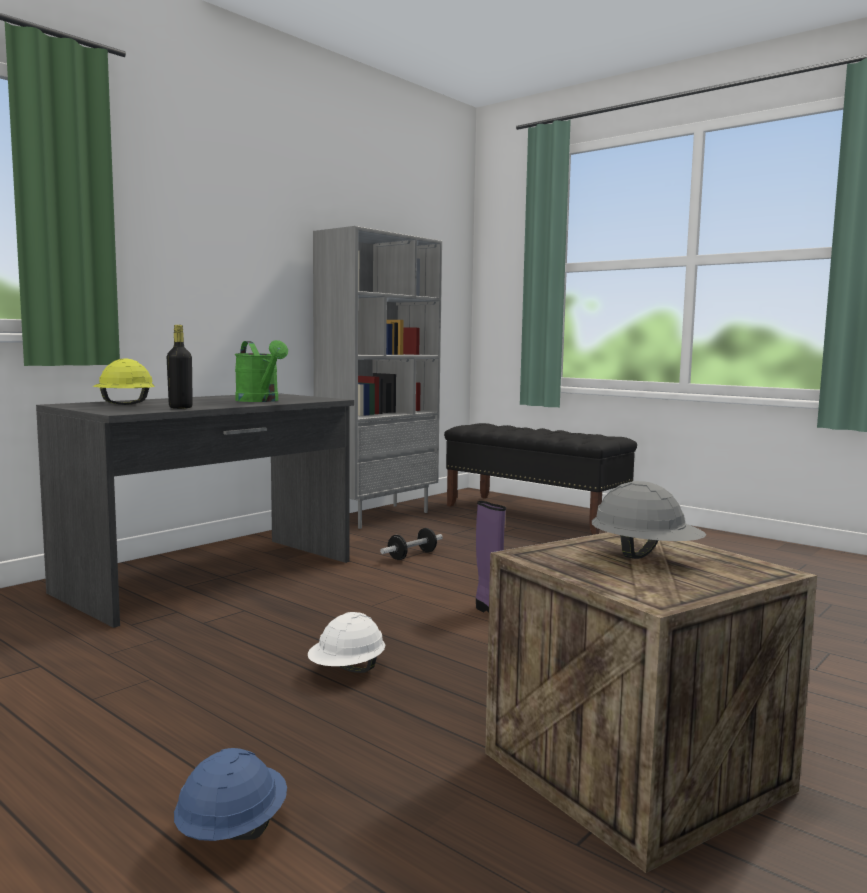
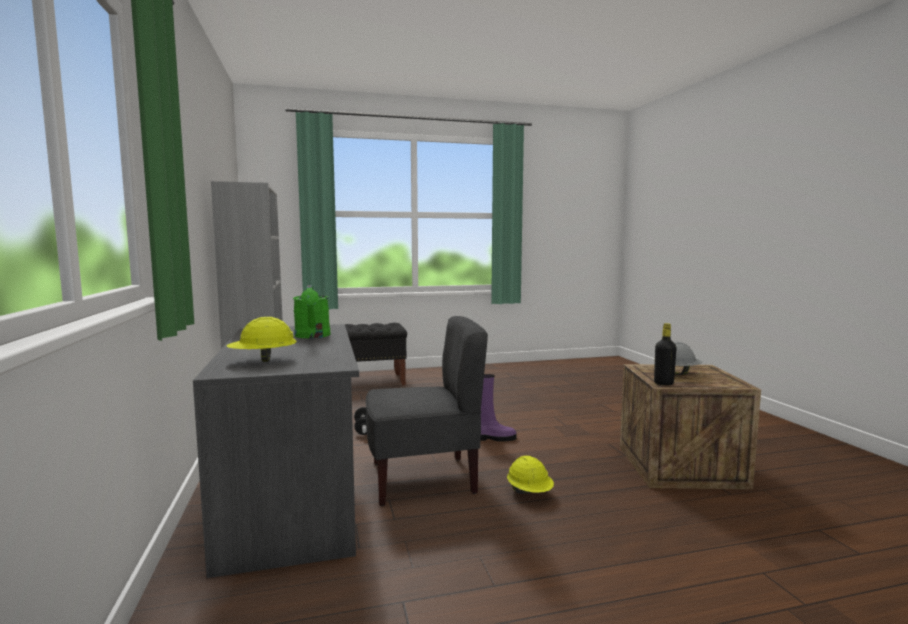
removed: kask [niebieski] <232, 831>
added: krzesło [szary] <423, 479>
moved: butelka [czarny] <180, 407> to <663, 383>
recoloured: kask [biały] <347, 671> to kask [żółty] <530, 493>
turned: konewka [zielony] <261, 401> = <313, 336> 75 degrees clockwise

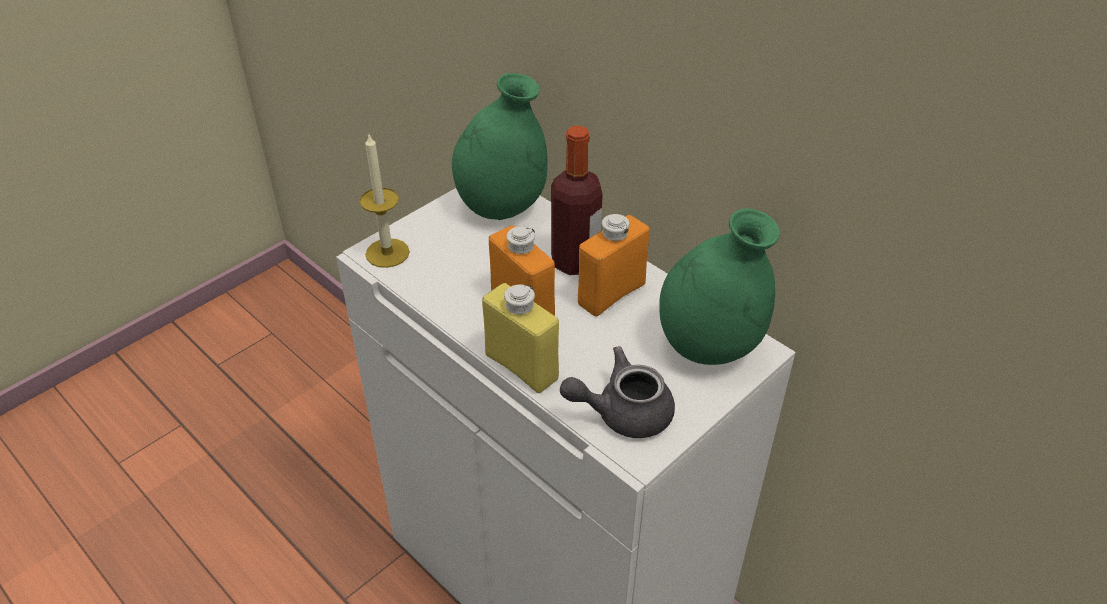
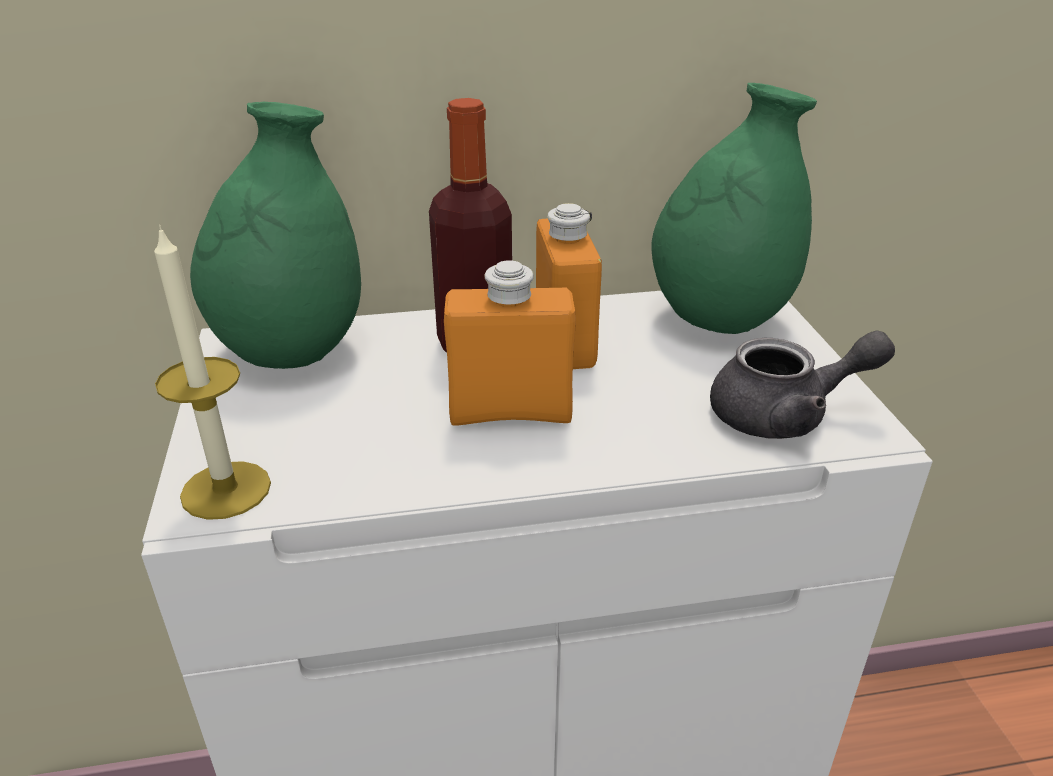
removed: butelka [żółty] <521, 366>
turned: imbryk [szary] <622, 413> = <785, 415> 120 degrees counterclockwise

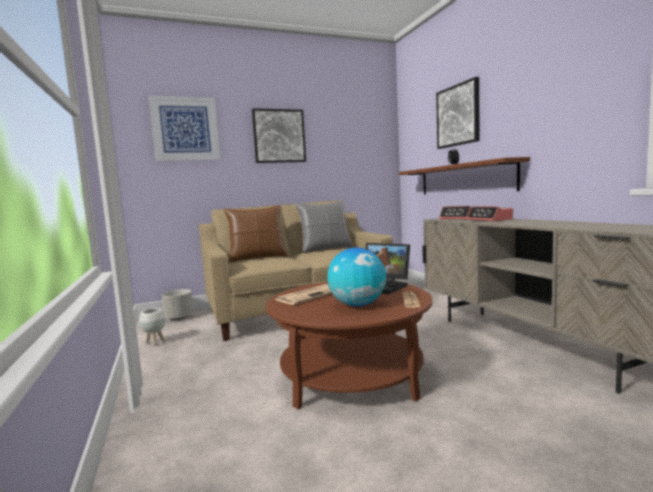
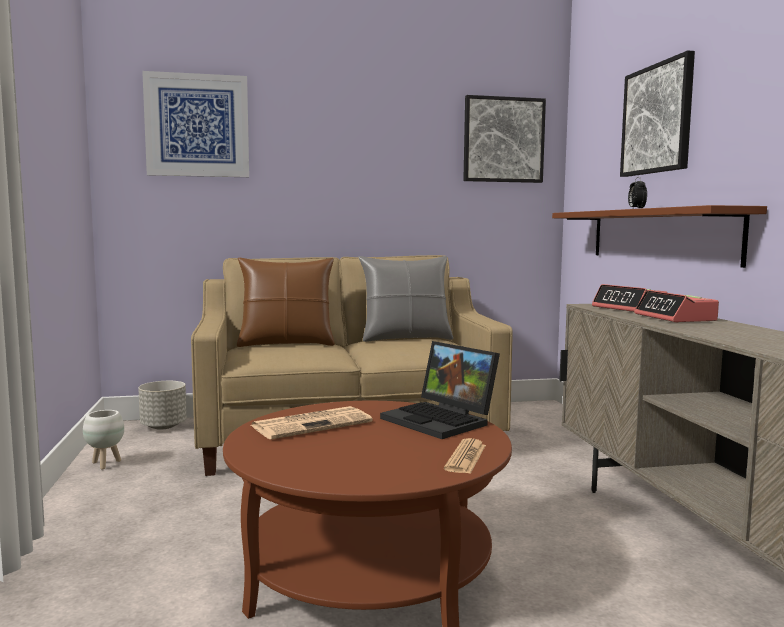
removed: globus <357, 305>
moved: obraz <279, 136> to <503, 140>

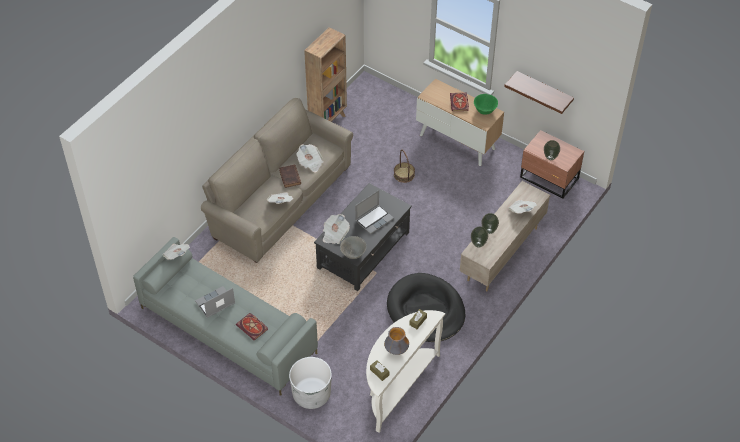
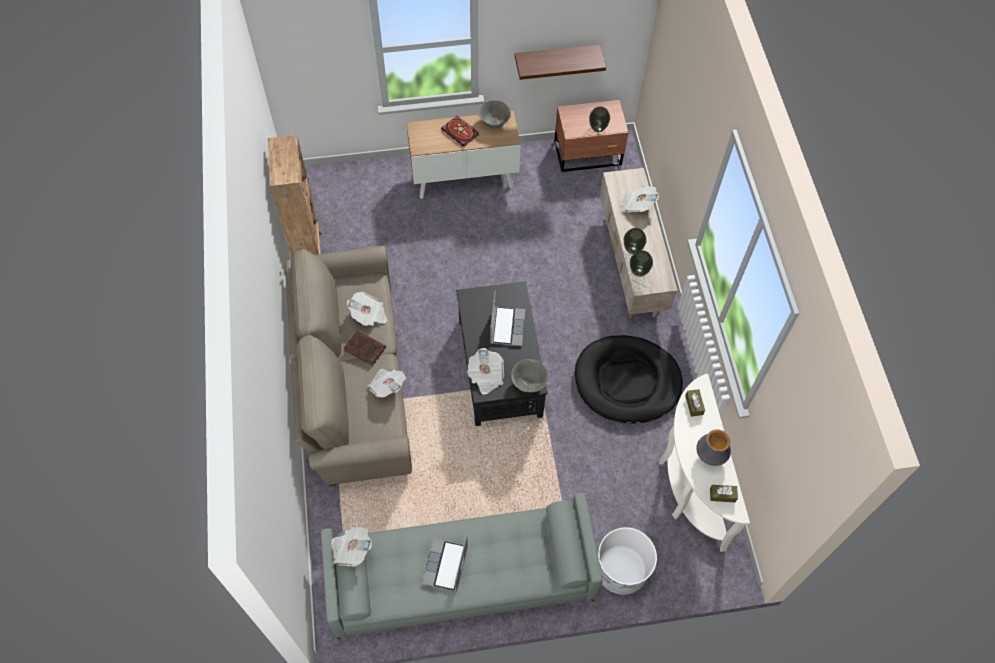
removed: książka <253, 327>; koszyk <404, 174>
recoloured: miska [zielony] <484, 110> to miska [szary] <494, 122>

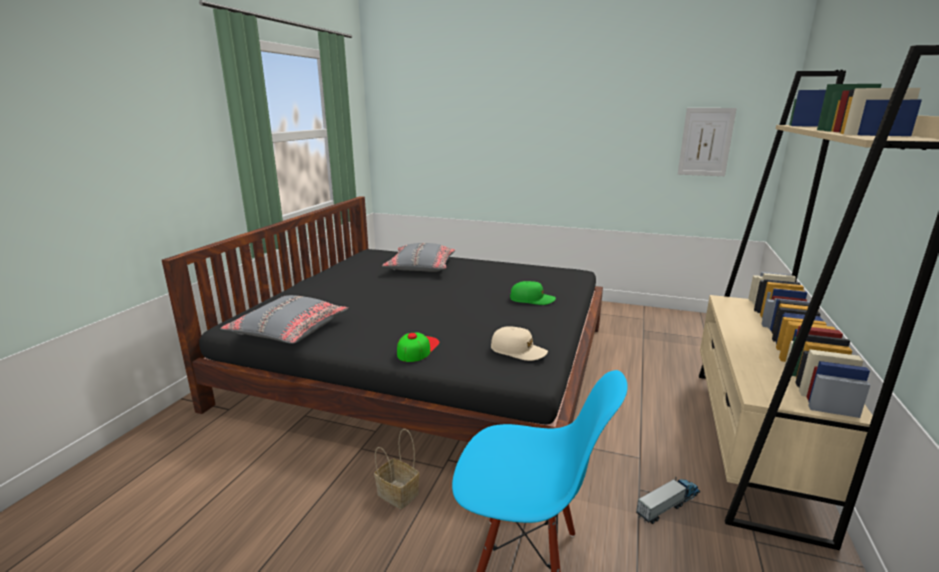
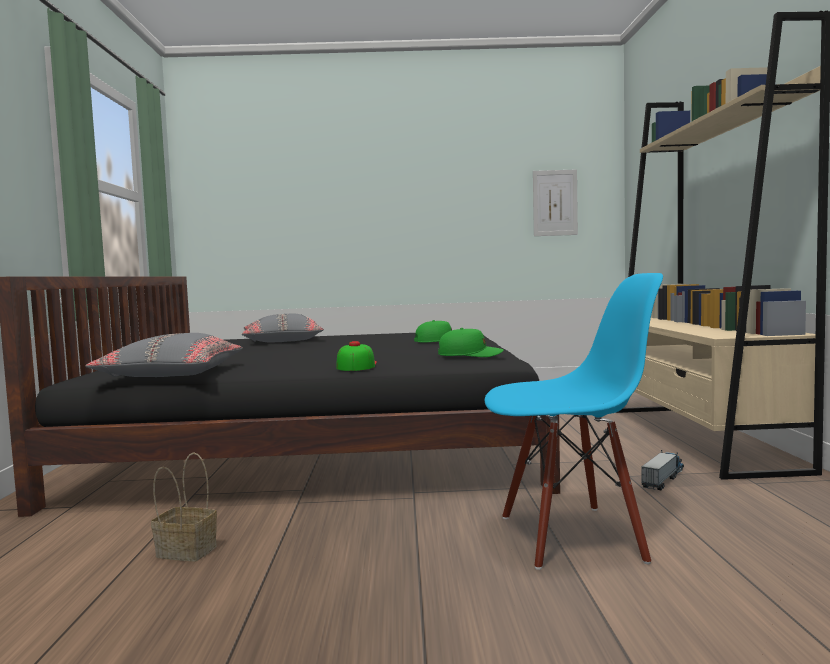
moved: koszyk <396, 494> to <184, 552>
recoloured: czapka z daszkiem [beżowy] <518, 351> to czapka z daszkiem [zielony] <470, 355>

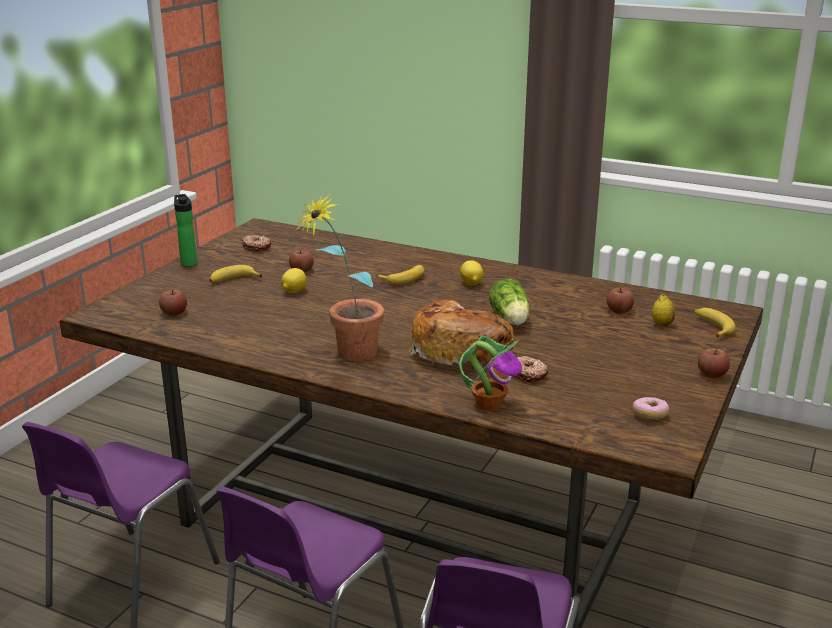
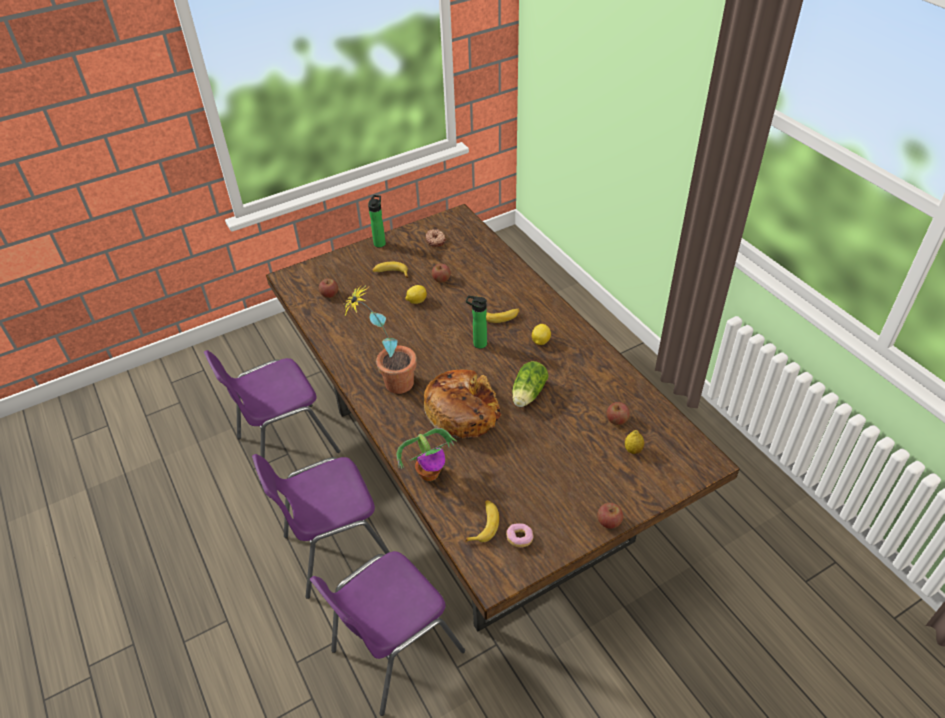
removed: donut <528, 374>
added: butelka <477, 343>
moved: banan <712, 327> to <484, 524>

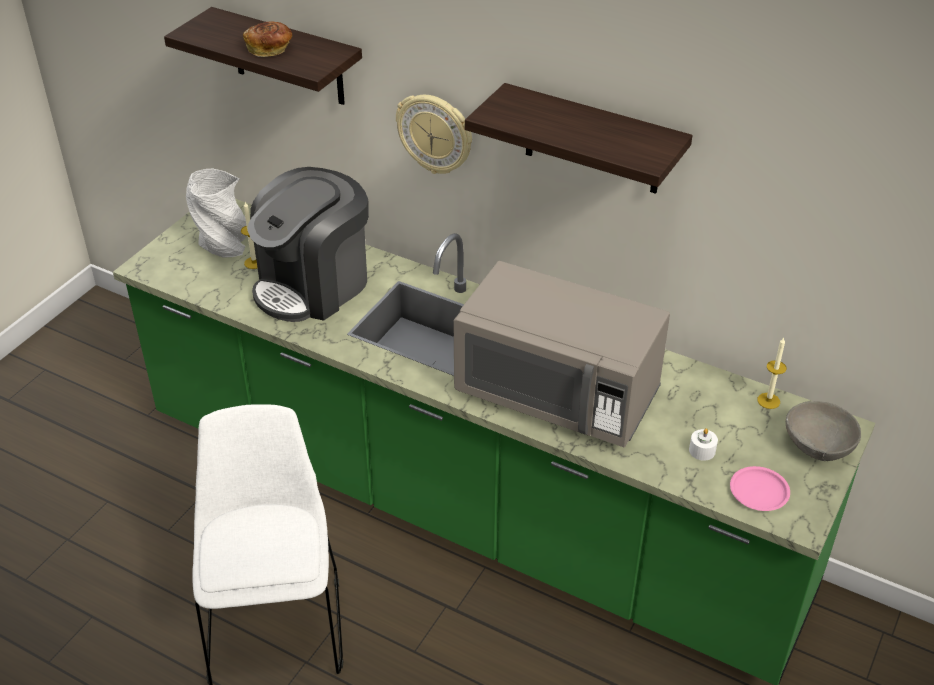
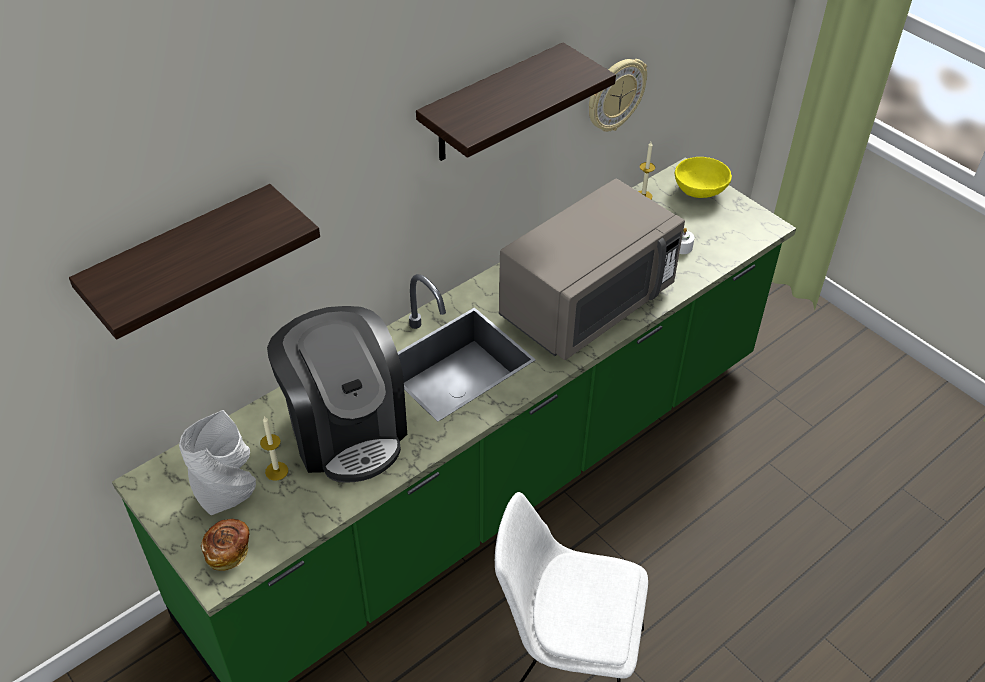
removed: talerz [różowy] <758, 491>
moved: chleb <270, 49> to <228, 551>; zegar ścienny <435, 133> to <615, 95>
recoloured: miska [szary] <818, 448> to miska [żółty] <700, 191>

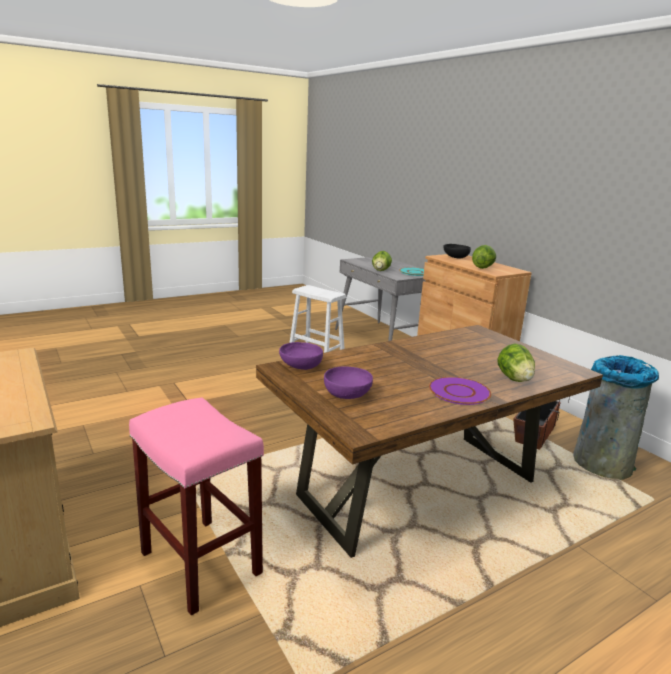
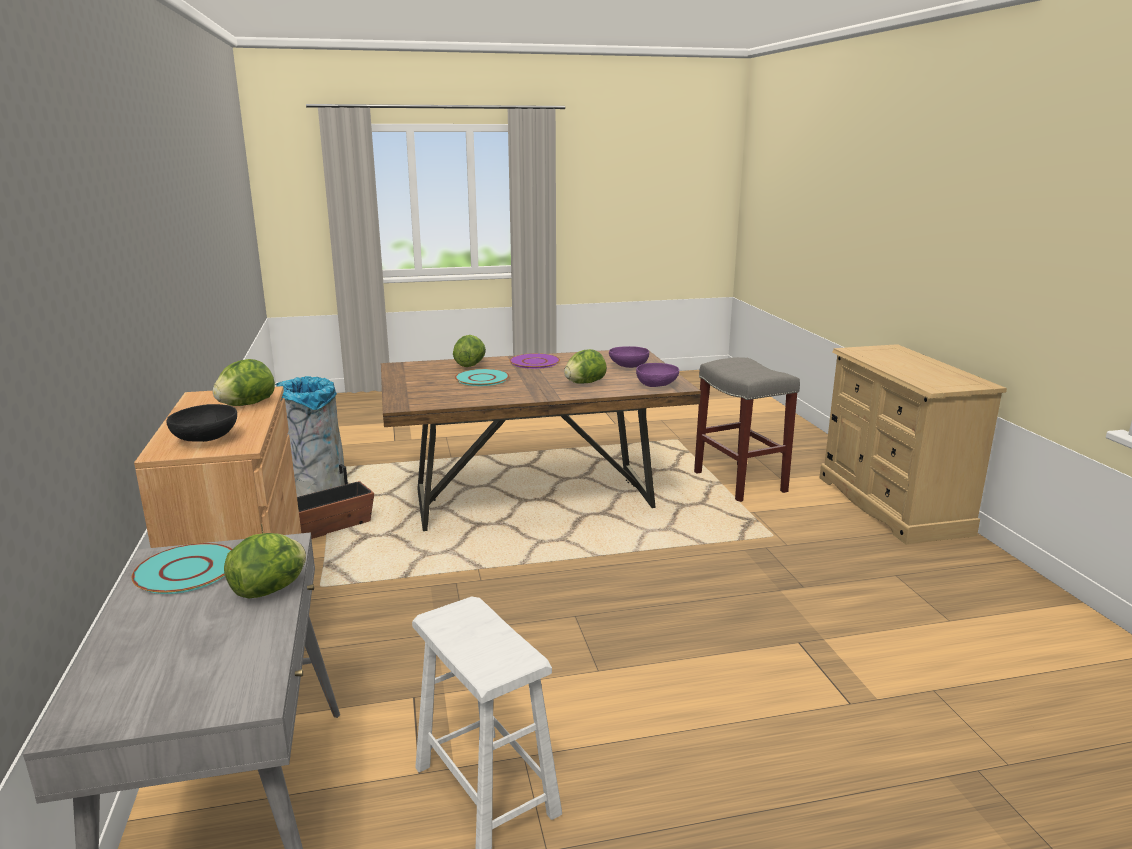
added: talerz [turkusowy] <481, 378>; sałata <584, 383>
recoloured: stołek [różowy] <199, 562> to stołek [szary] <741, 482>

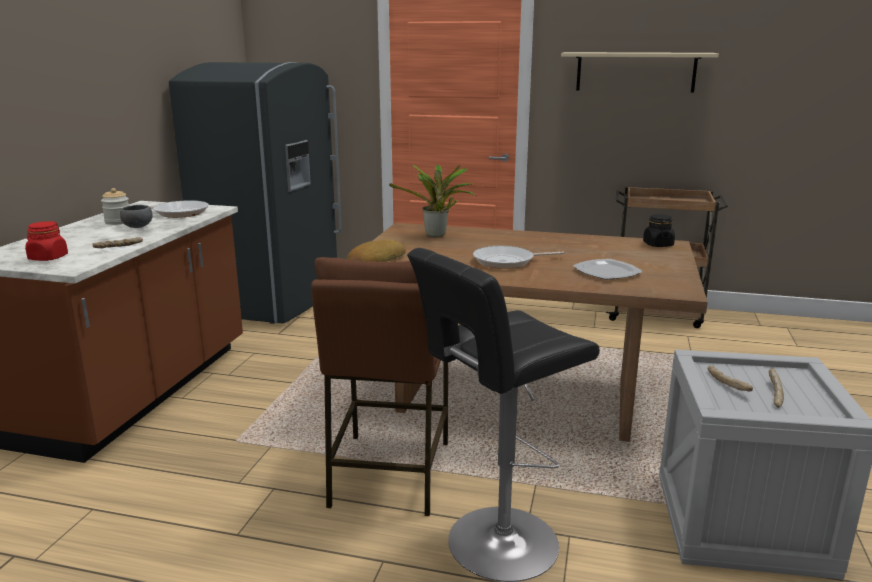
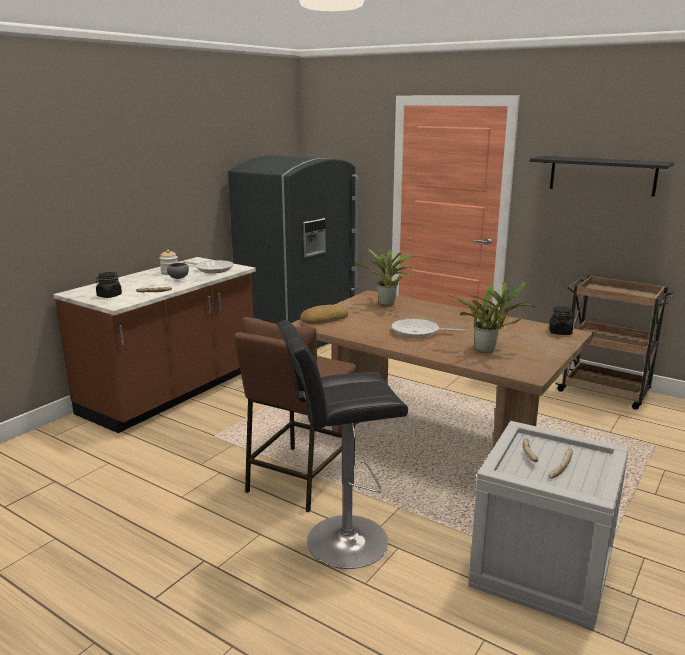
replaced: talerz <606, 272> to roślina doniczkowa <488, 350>
recoloured: słoik [czerwony] <48, 258> to słoik [czarny] <109, 296>; półka [beżowy] <635, 72> to półka [czarny] <602, 175>

